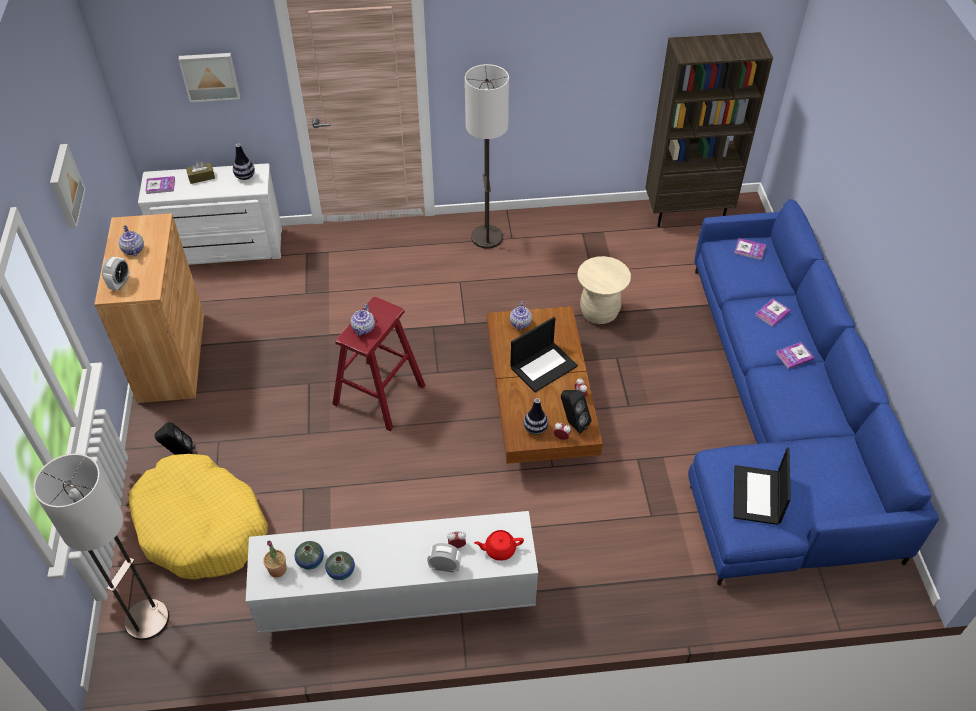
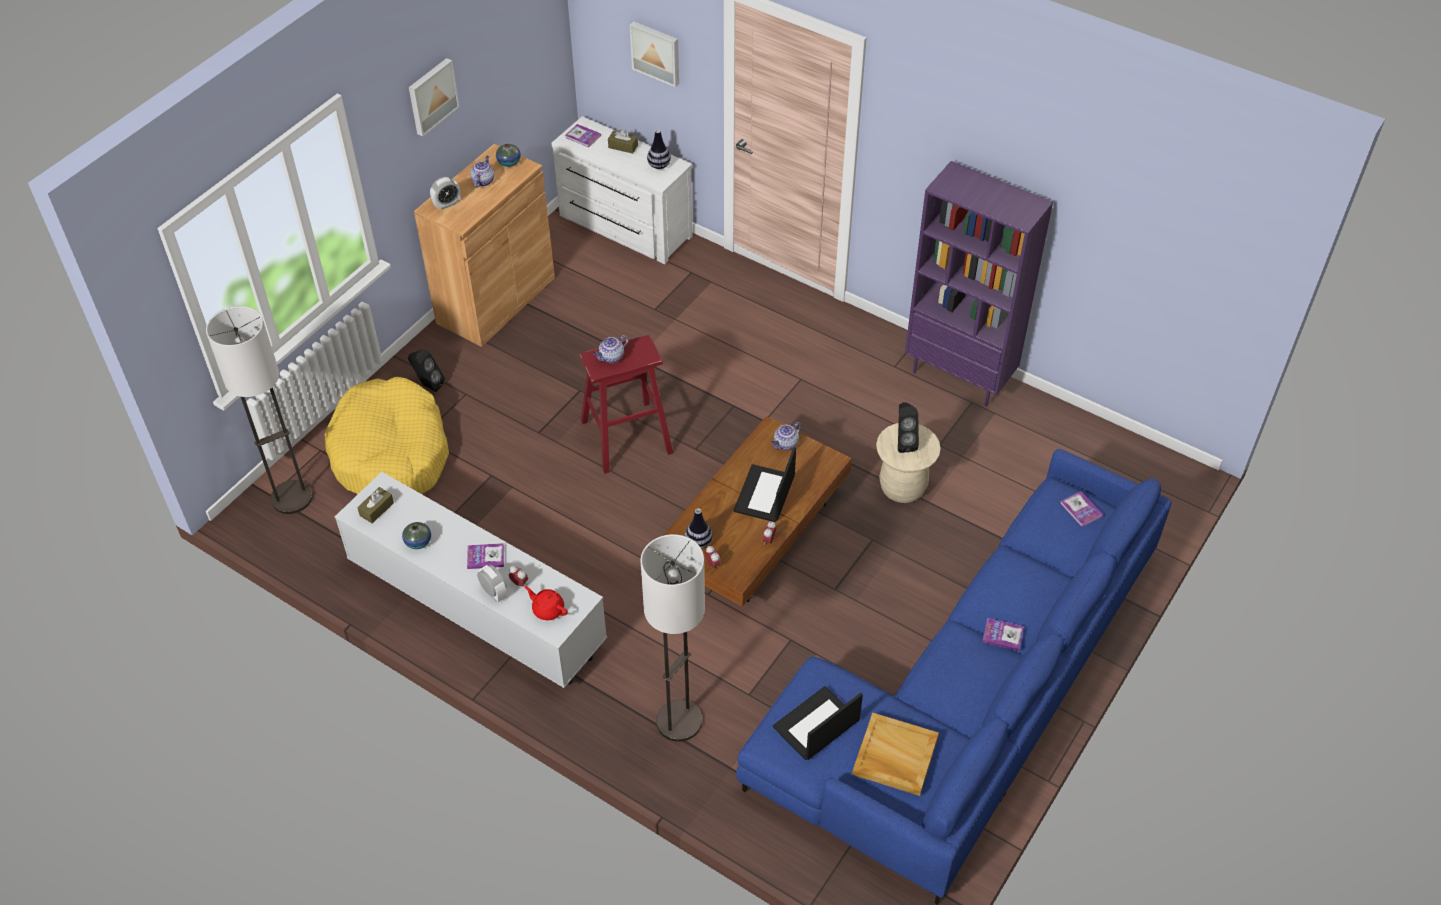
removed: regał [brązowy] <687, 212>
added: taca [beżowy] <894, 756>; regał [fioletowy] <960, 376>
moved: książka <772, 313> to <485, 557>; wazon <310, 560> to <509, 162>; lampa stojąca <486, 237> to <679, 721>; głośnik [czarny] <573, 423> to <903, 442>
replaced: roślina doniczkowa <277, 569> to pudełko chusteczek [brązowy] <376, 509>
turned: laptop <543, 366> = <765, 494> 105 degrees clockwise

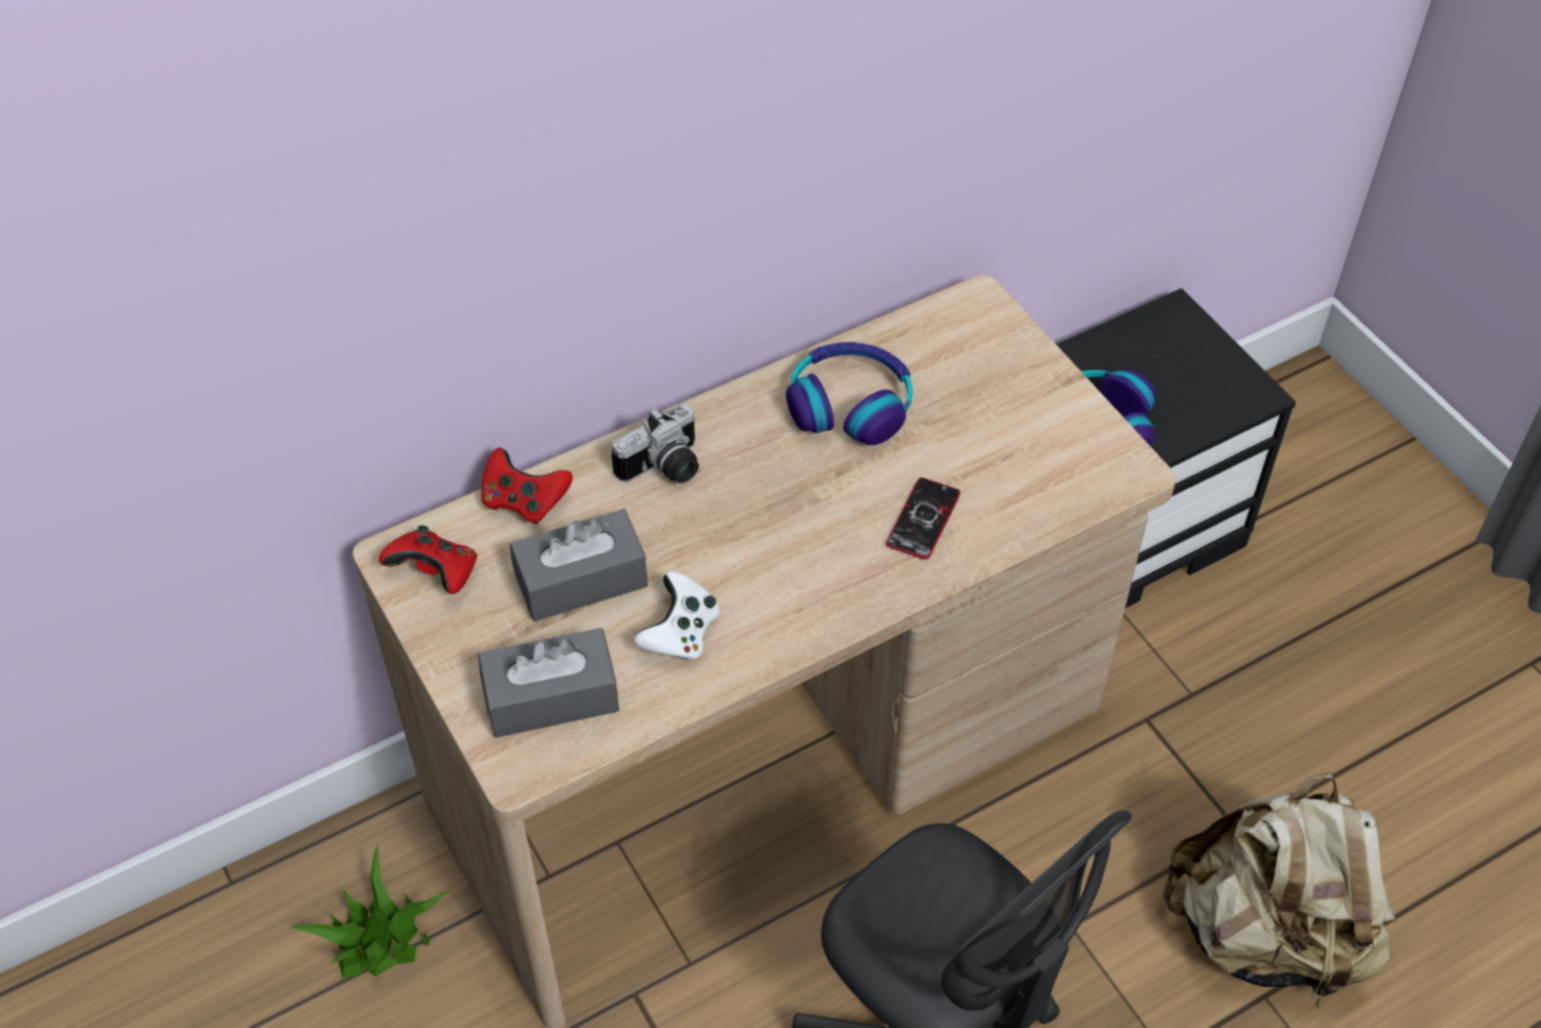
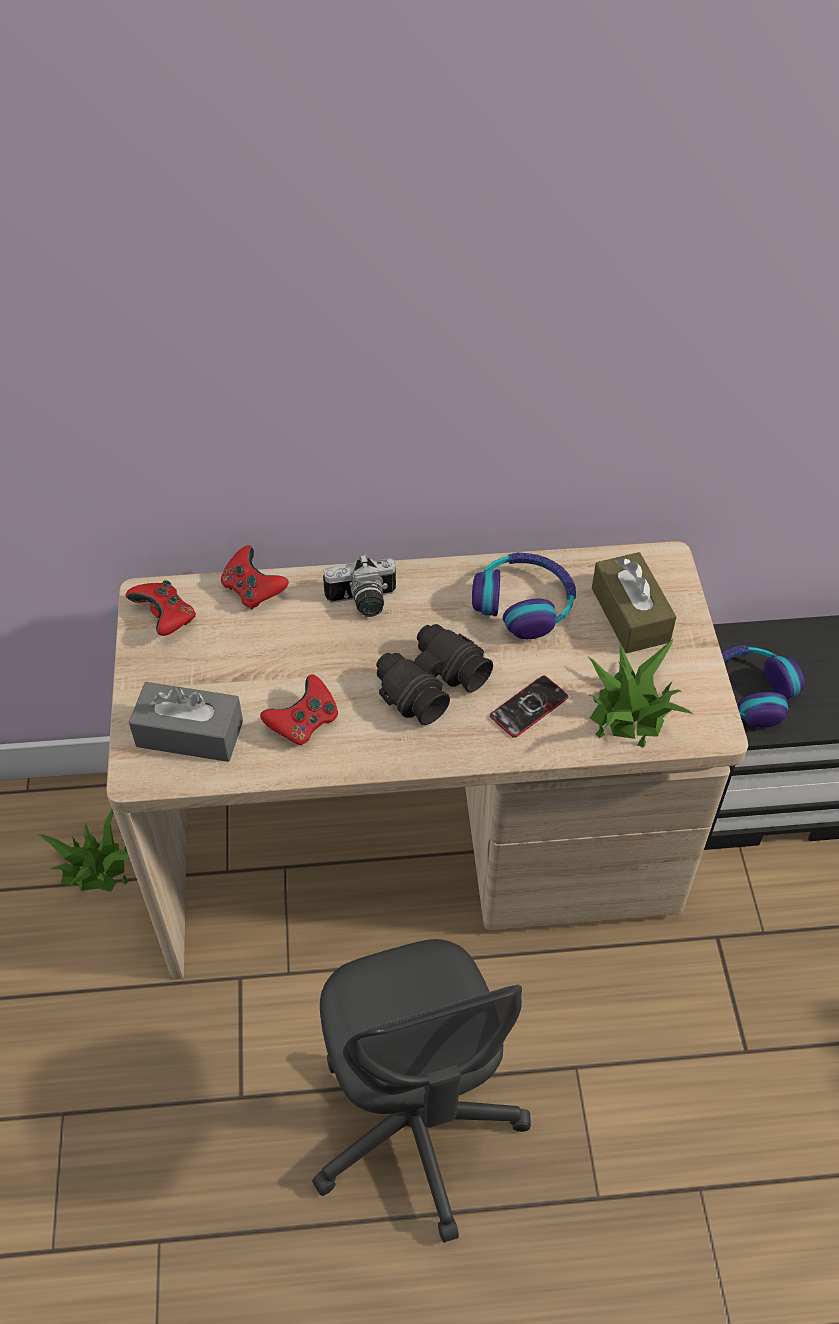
removed: pudełko chusteczek [szary] <581, 580>; plecak [beżowy] <1267, 933>
added: lornetka [czarny] <429, 683>; roślina doniczkowa <629, 711>; pudełko chusteczek [brązowy] <630, 615>
recoloured: pad do gier [biały] <680, 634> to pad do gier [czerwony] <304, 723>

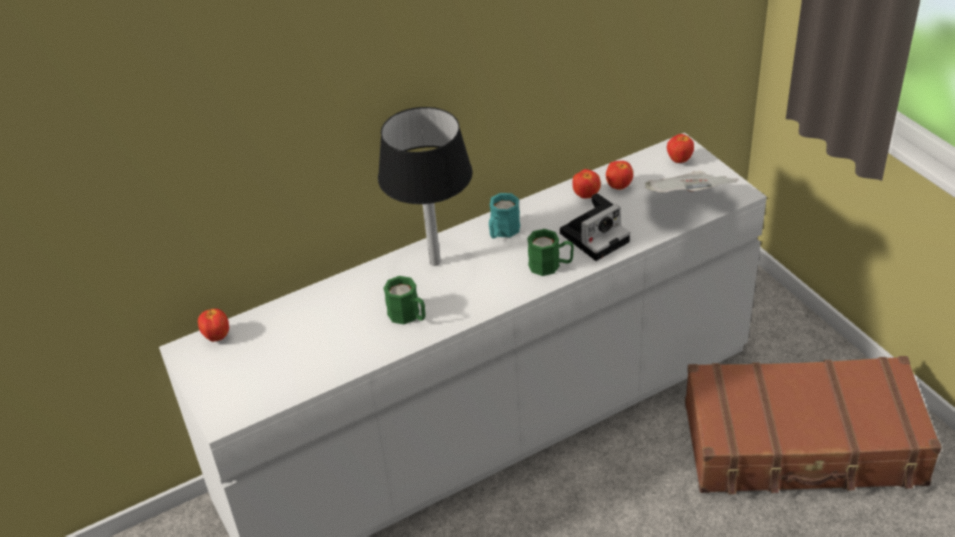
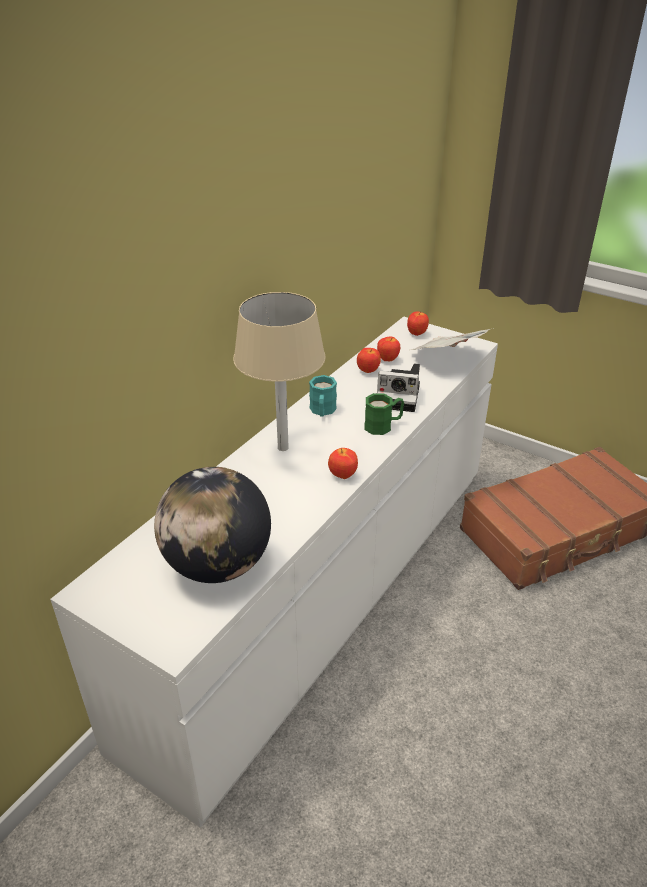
removed: kubek [zielony] <408, 316>
added: globus <218, 565>
moved: jabłko <216, 337> to <342, 475>
recoloured: lampa stołowa [czarny] <435, 262> to lampa stołowa [beżowy] <283, 447>
turned: aparat fotograficzny <595, 236> = <400, 396> 75 degrees clockwise

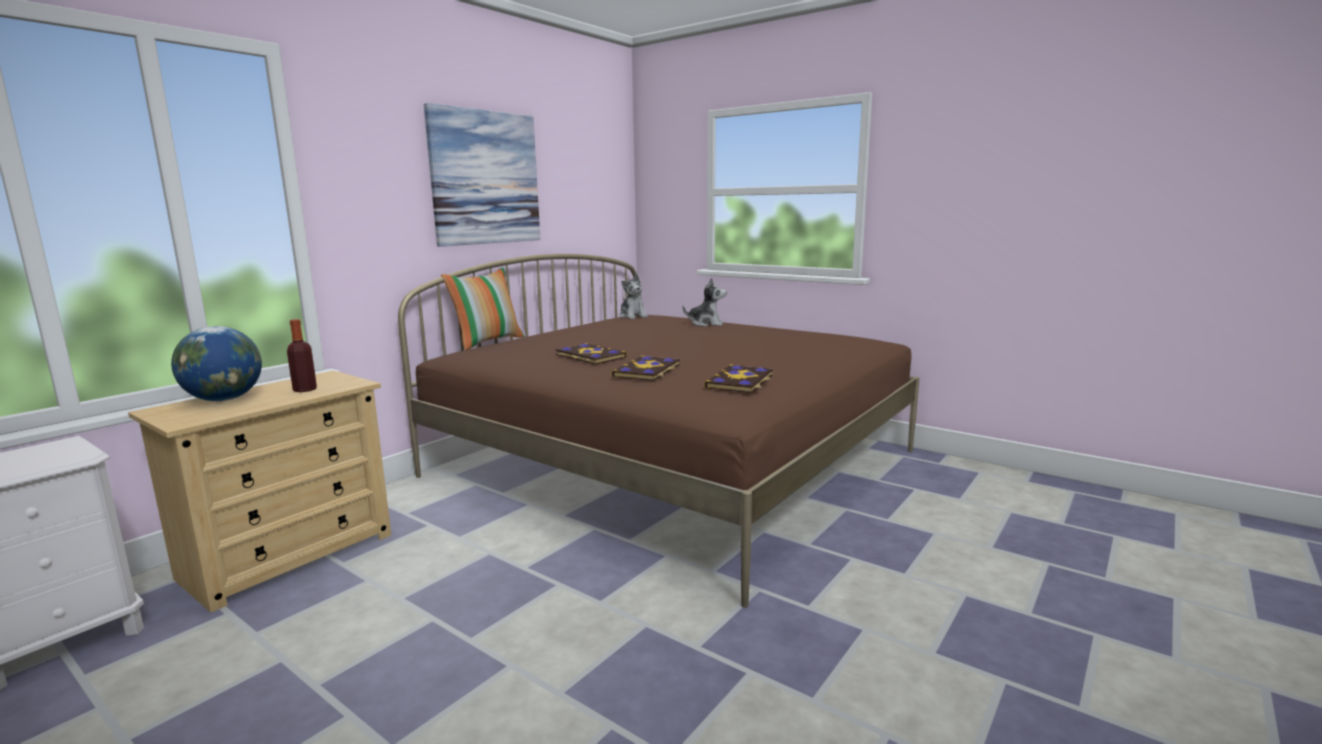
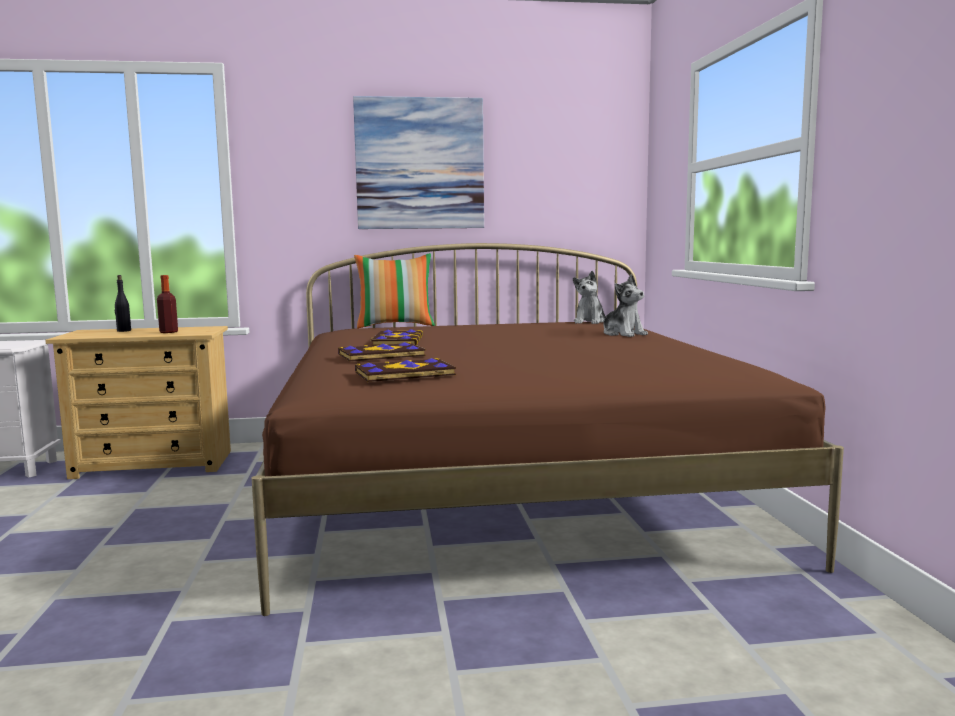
replaced: globus <224, 399> to butelka [czarny] <123, 331>

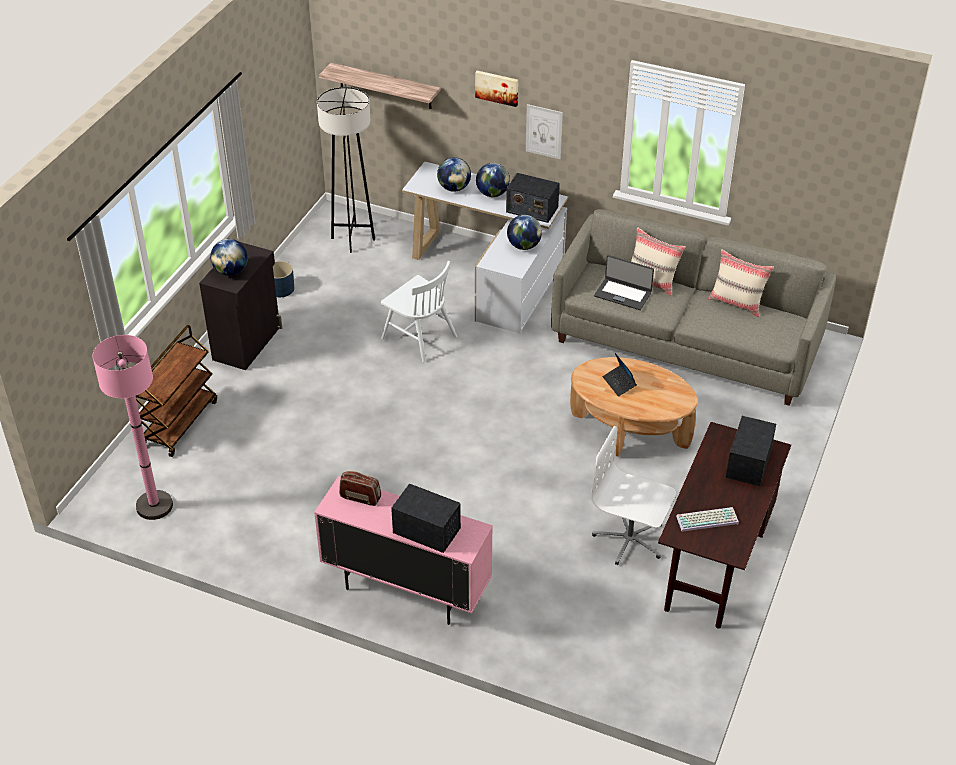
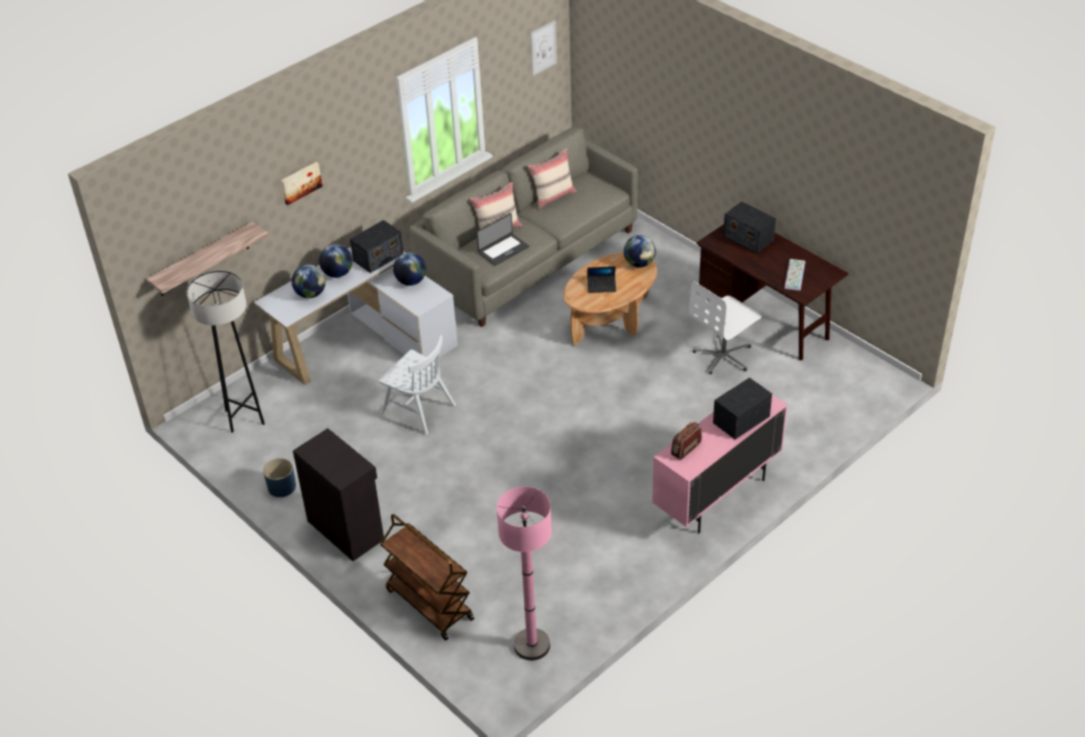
moved: obraz <544, 131> to <543, 48>; globus <231, 271> to <639, 263>
turned: krzesło [biały] <419, 337> = <418, 409> 60 degrees clockwise

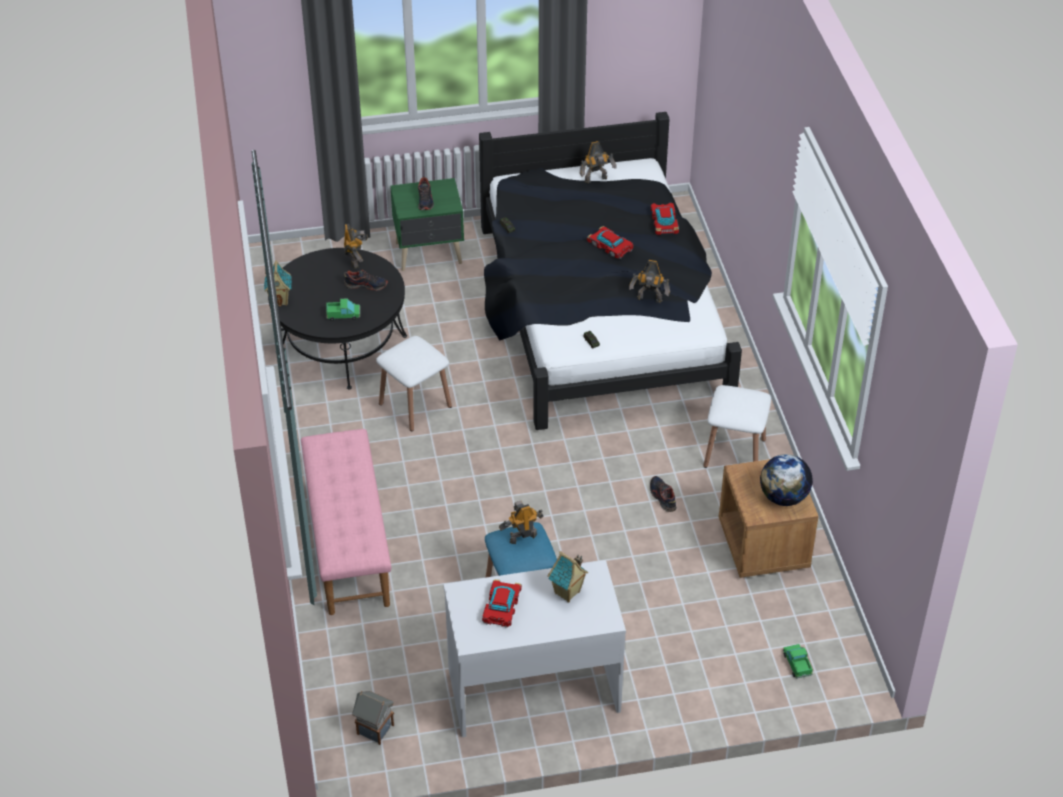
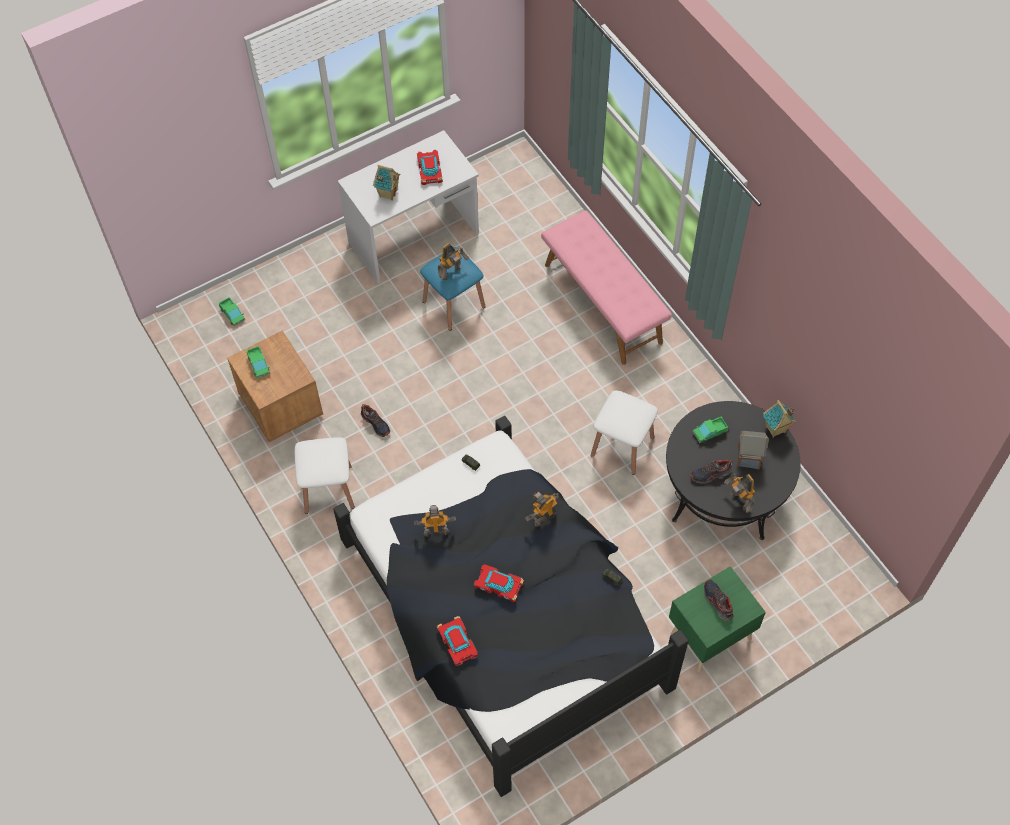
moved: robot zabawkowy <596, 180> to <543, 517>; domek <374, 729> to <749, 458>
replaced: globus <783, 497> to ciężarówka zabawkowa <259, 365>

